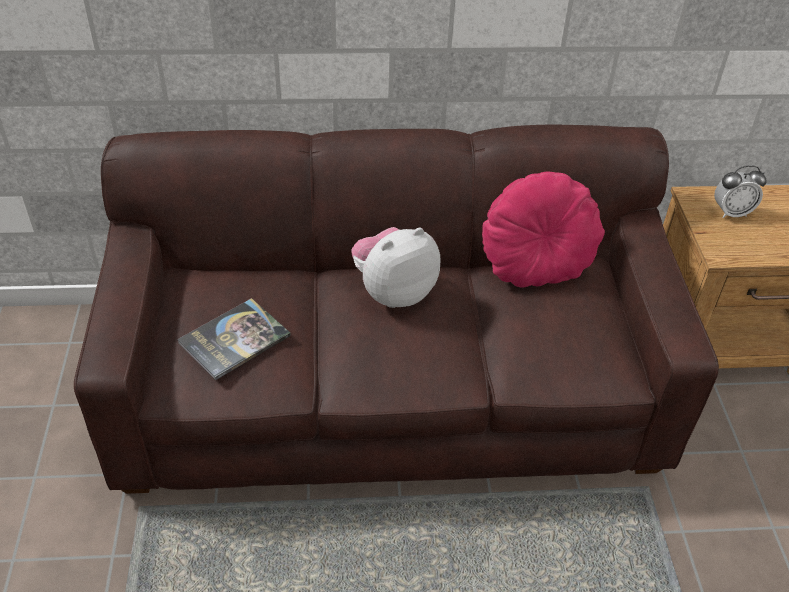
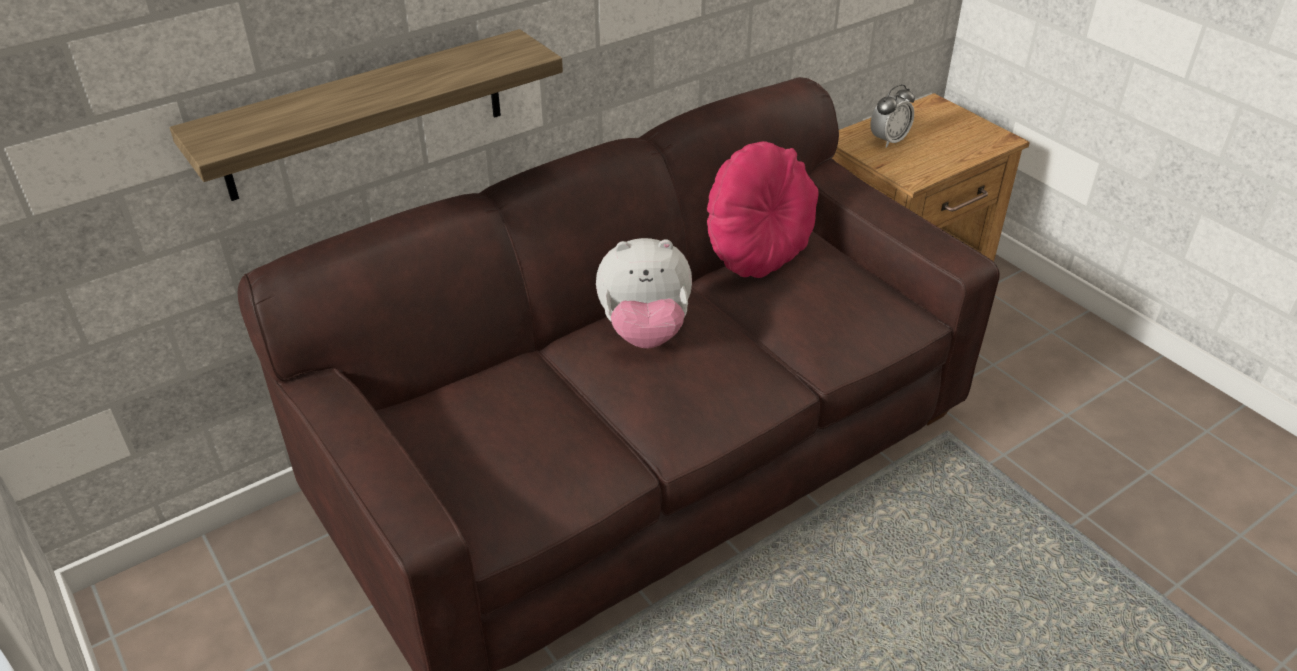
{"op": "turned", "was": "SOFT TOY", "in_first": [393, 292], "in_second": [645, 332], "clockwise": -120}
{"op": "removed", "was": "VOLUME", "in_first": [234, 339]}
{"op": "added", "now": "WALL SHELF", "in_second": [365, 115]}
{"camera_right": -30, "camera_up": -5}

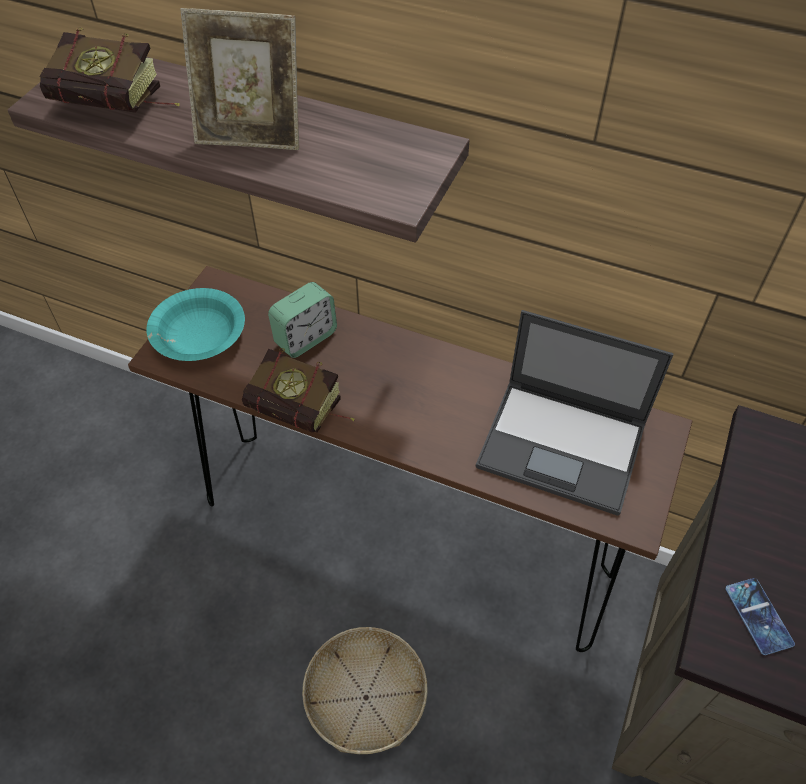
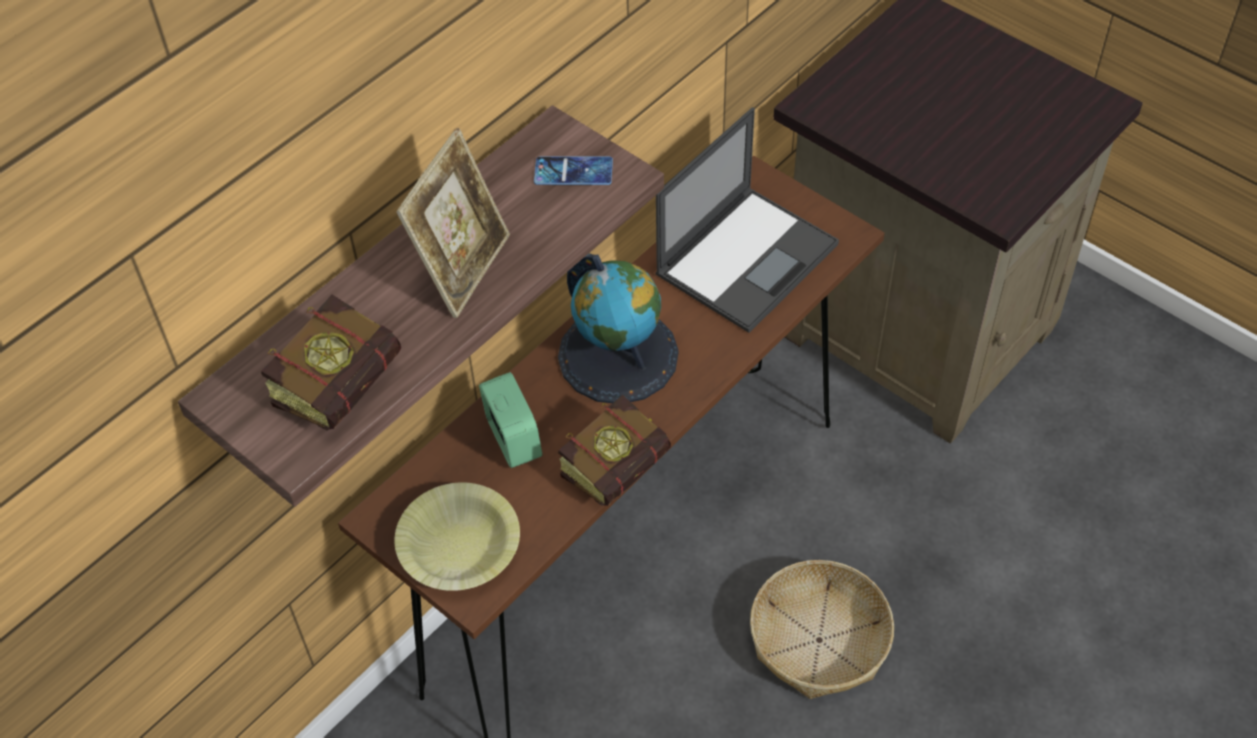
{"op": "recoloured", "was": "TURQUOISE BOWL", "now": "YELLOW-COLOURED BOWL", "in_first": [199, 335], "in_second": [459, 548]}
{"op": "moved", "was": "PHONE", "in_first": [758, 616], "in_second": [573, 171]}
{"op": "added", "now": "WORLD GLOBE", "in_second": [618, 355]}
{"camera_right": -70, "camera_up": 0}

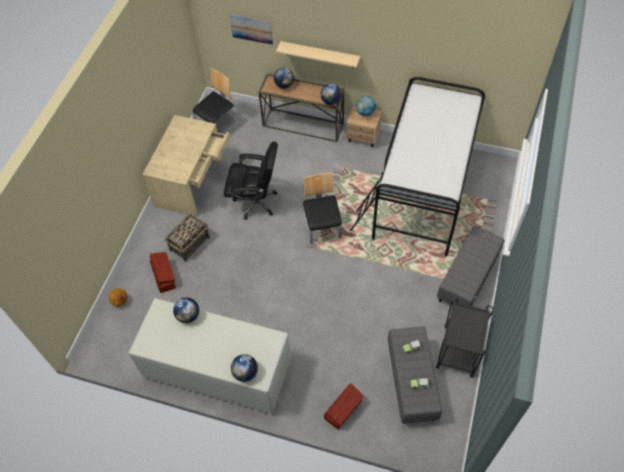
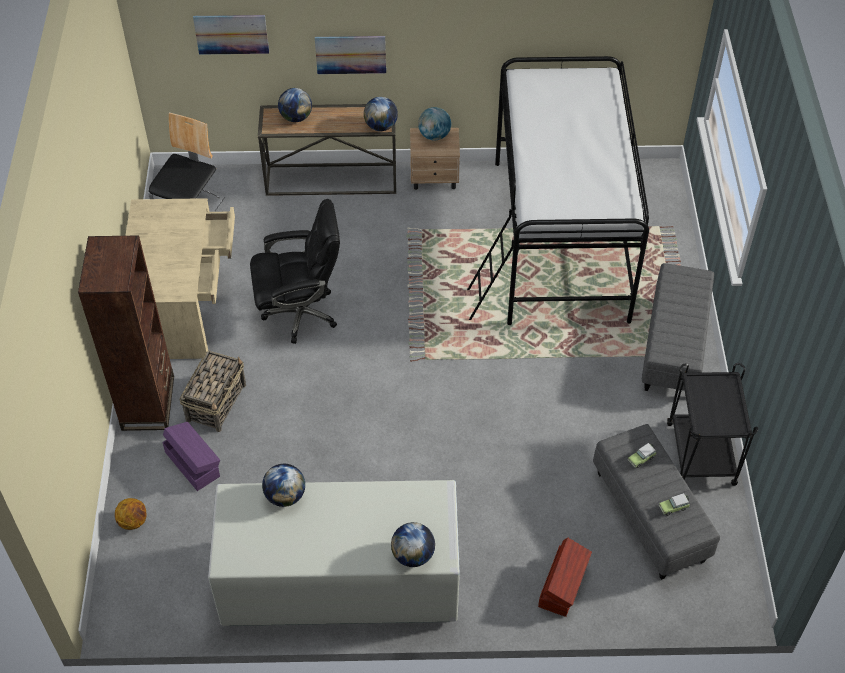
{"op": "replaced", "was": "SAND-COLOURED WALL SHELF", "now": "WALL ART", "in_first": [320, 54], "in_second": [350, 54]}
{"op": "removed", "was": "PLAIN CHAIR", "in_first": [322, 227]}
{"op": "recoloured", "was": "BROWN STORAGE BIN", "now": "PURPLISH STORAGE BIN", "in_first": [164, 276], "in_second": [193, 463]}
{"op": "added", "now": "BROWN BOOKSHELF", "in_second": [148, 402]}
{"camera_right": -20, "camera_up": -5}

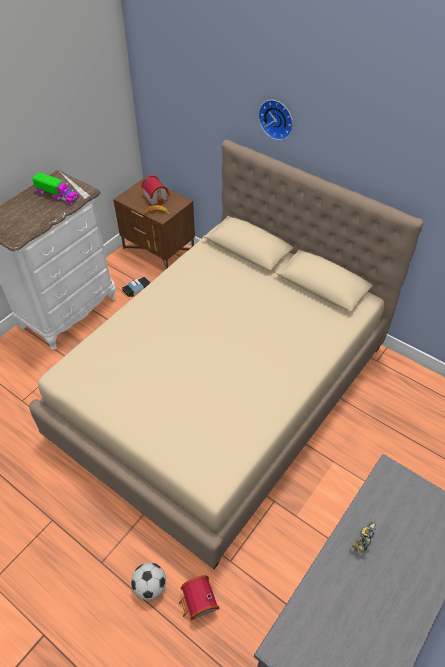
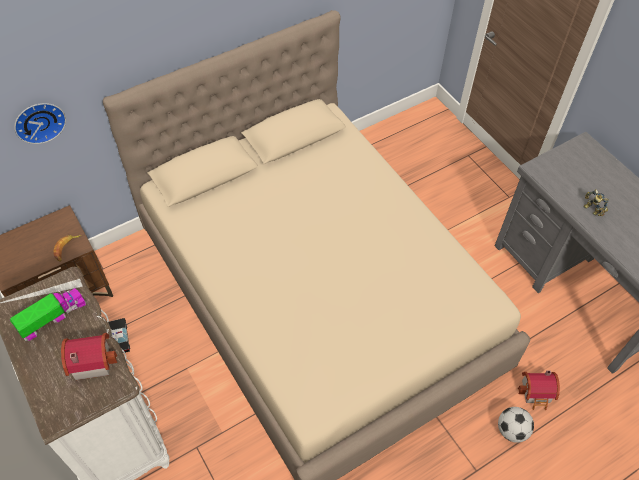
{"op": "moved", "was": "WALL CLOCK", "in_first": [277, 118], "in_second": [39, 121]}
{"op": "moved", "was": "MINIATURE HOUSE", "in_first": [157, 197], "in_second": [91, 360]}
{"camera_right": -70, "camera_up": 5}

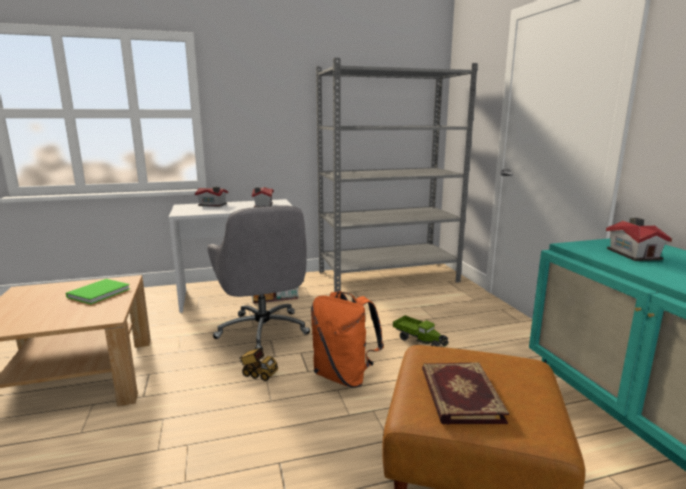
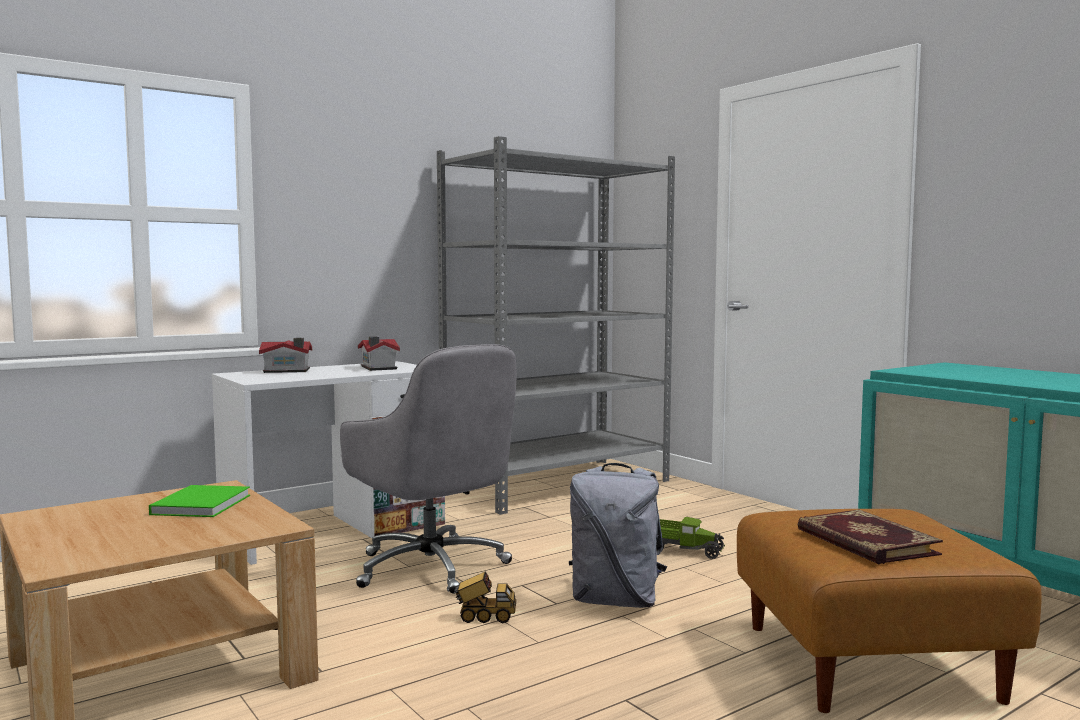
{"op": "removed", "was": "MINIATURE HOUSE", "in_first": [634, 254]}
{"op": "recoloured", "was": "ORANGE BACKPACK", "now": "GREY BACKPACK", "in_first": [344, 376], "in_second": [616, 601]}
{"camera_right": -20, "camera_up": -10}

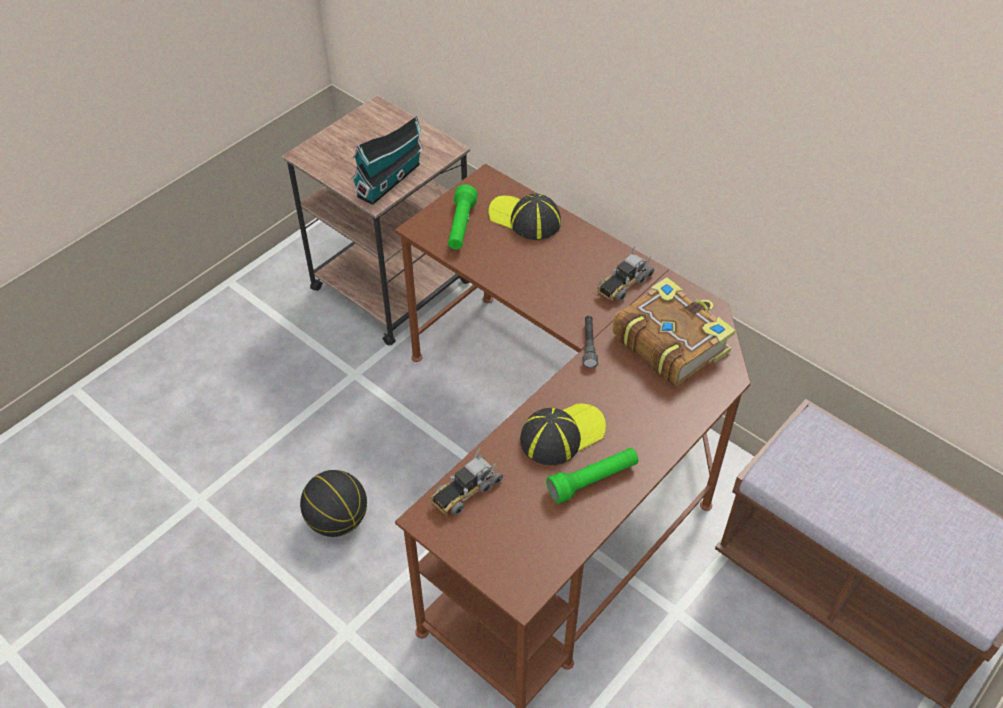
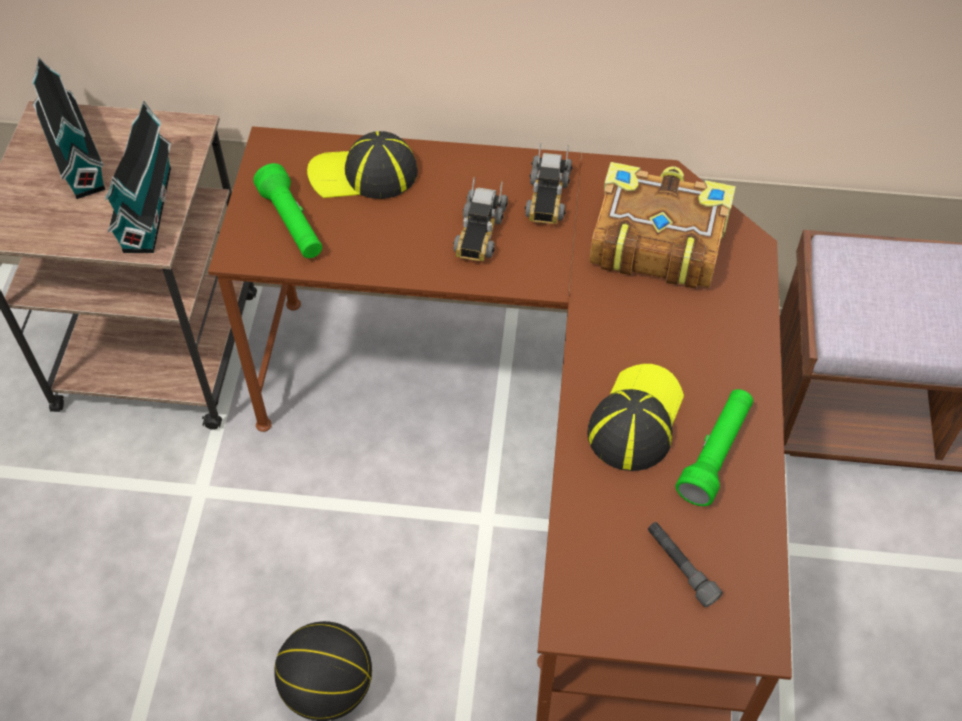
{"op": "moved", "was": "GREY FLASHLIGHT", "in_first": [589, 345], "in_second": [680, 567]}
{"op": "moved", "was": "TOY LORRY", "in_first": [465, 490], "in_second": [479, 232]}
{"op": "added", "now": "MINIATURE HOUSE", "in_second": [75, 154]}
{"camera_right": -35, "camera_up": 5}

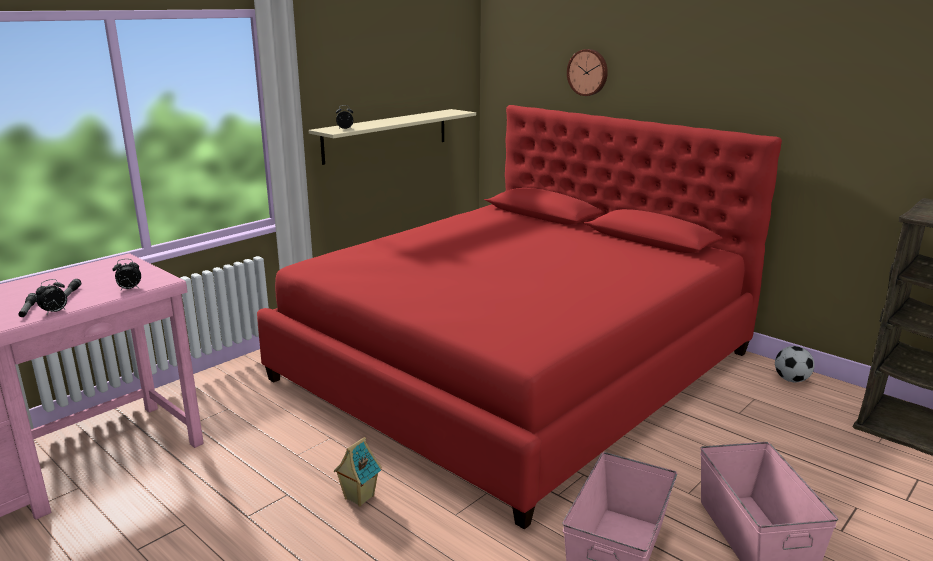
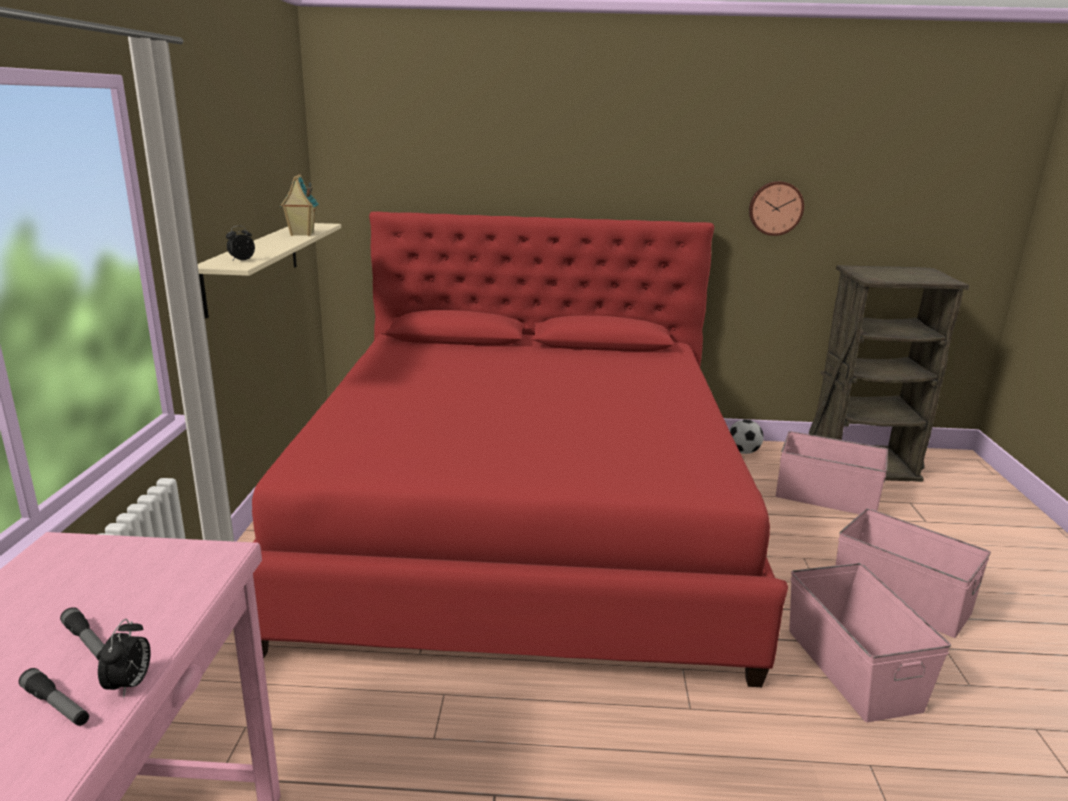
{"op": "moved", "was": "WALL CLOCK", "in_first": [588, 72], "in_second": [775, 208]}
{"op": "removed", "was": "ALARM CLOCK", "in_first": [129, 289]}
{"op": "moved", "was": "MINIATURE HOUSE", "in_first": [358, 497], "in_second": [301, 234]}
{"op": "added", "now": "PINK STORAGE BIN", "in_second": [826, 497]}
{"camera_right": -40, "camera_up": 0}

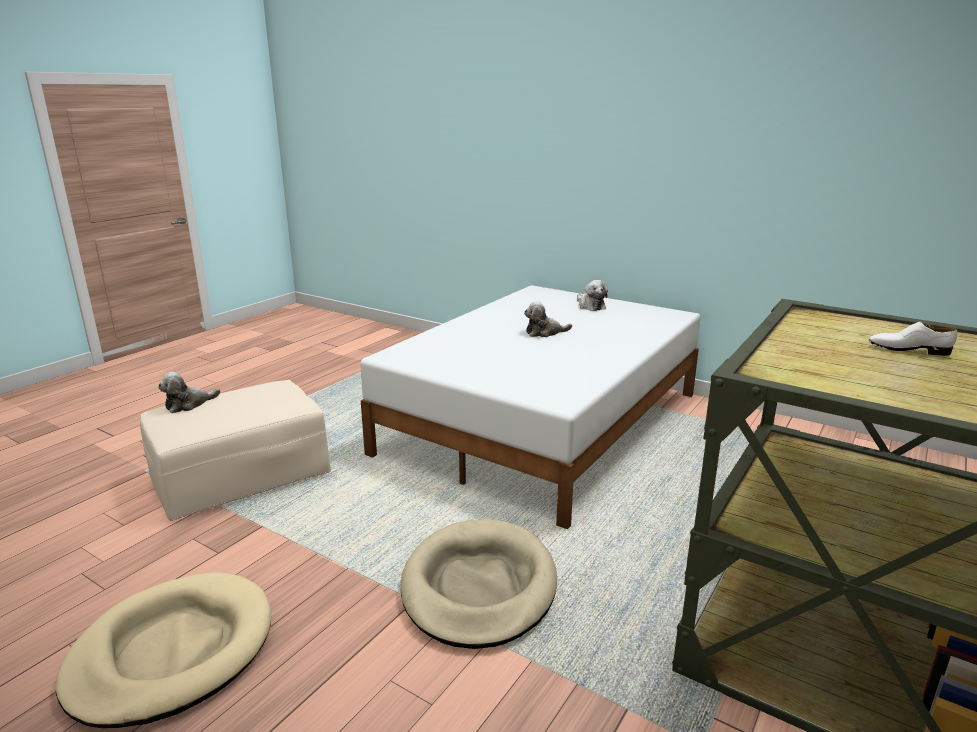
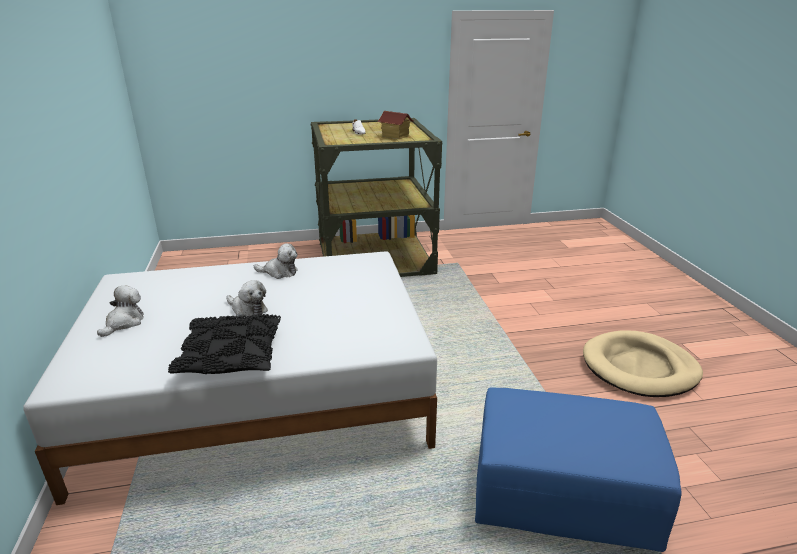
{"op": "moved", "was": "SOFT TOY", "in_first": [188, 404], "in_second": [279, 272]}
{"op": "recoloured", "was": "SAND-COLOURED OTTOMAN", "now": "BLUISH OTTOMAN", "in_first": [241, 475], "in_second": [562, 492]}
{"op": "removed", "was": "SAND-COLOURED PET BED", "in_first": [479, 587]}
{"op": "added", "now": "MINIATURE HOUSE", "in_second": [395, 136]}
{"op": "added", "now": "BLACK-COLOURED PILLOW", "in_second": [231, 356]}
{"camera_right": -135, "camera_up": 5}

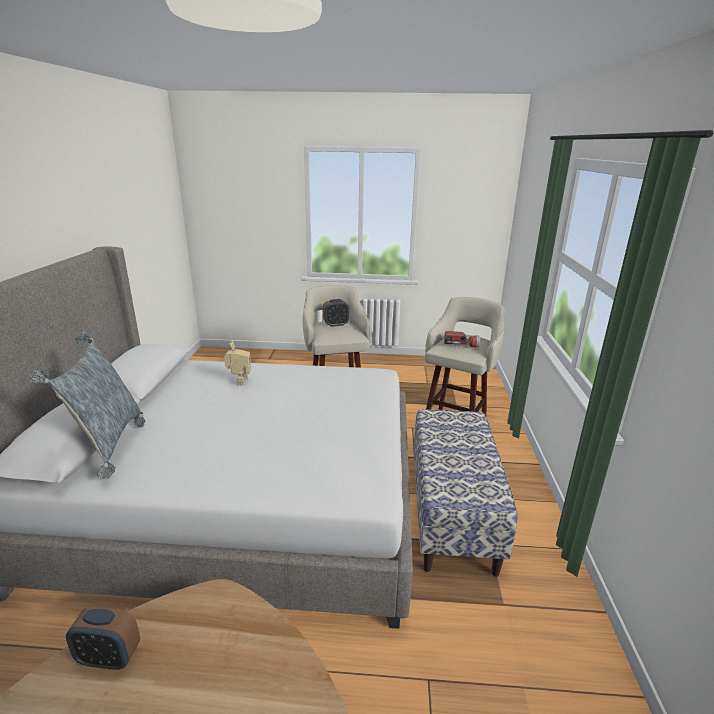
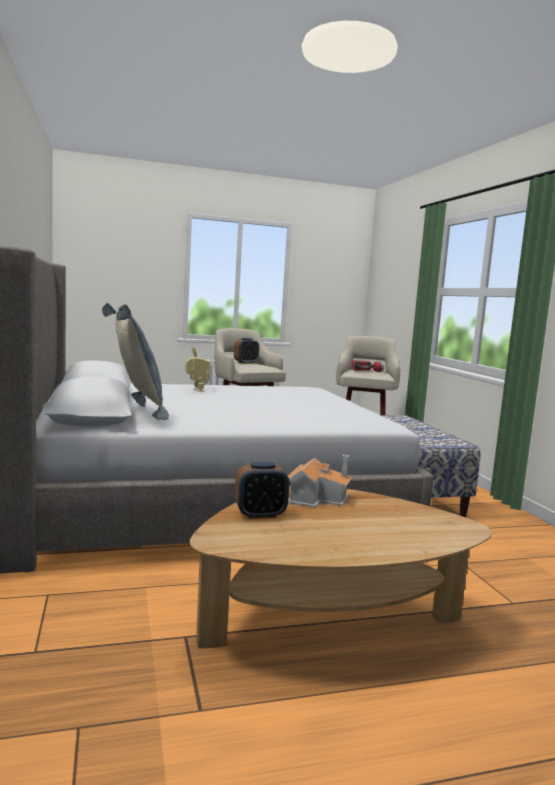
{"op": "added", "now": "MINIATURE HOUSE", "in_second": [317, 497]}
{"camera_right": -20, "camera_up": -15}

